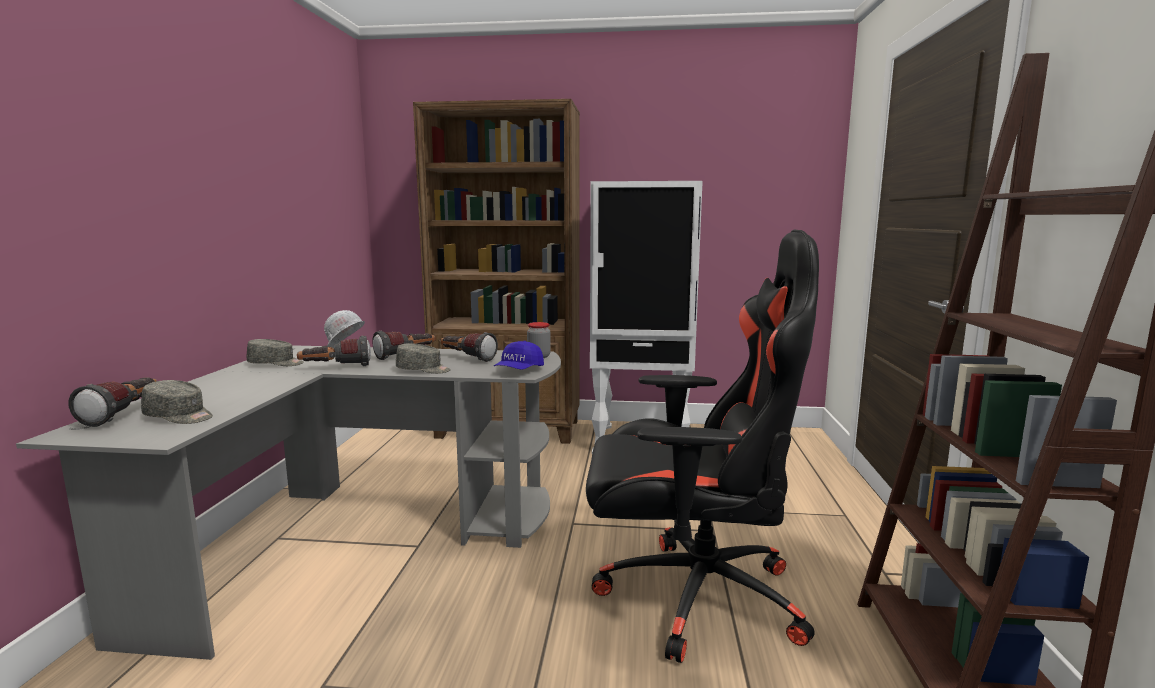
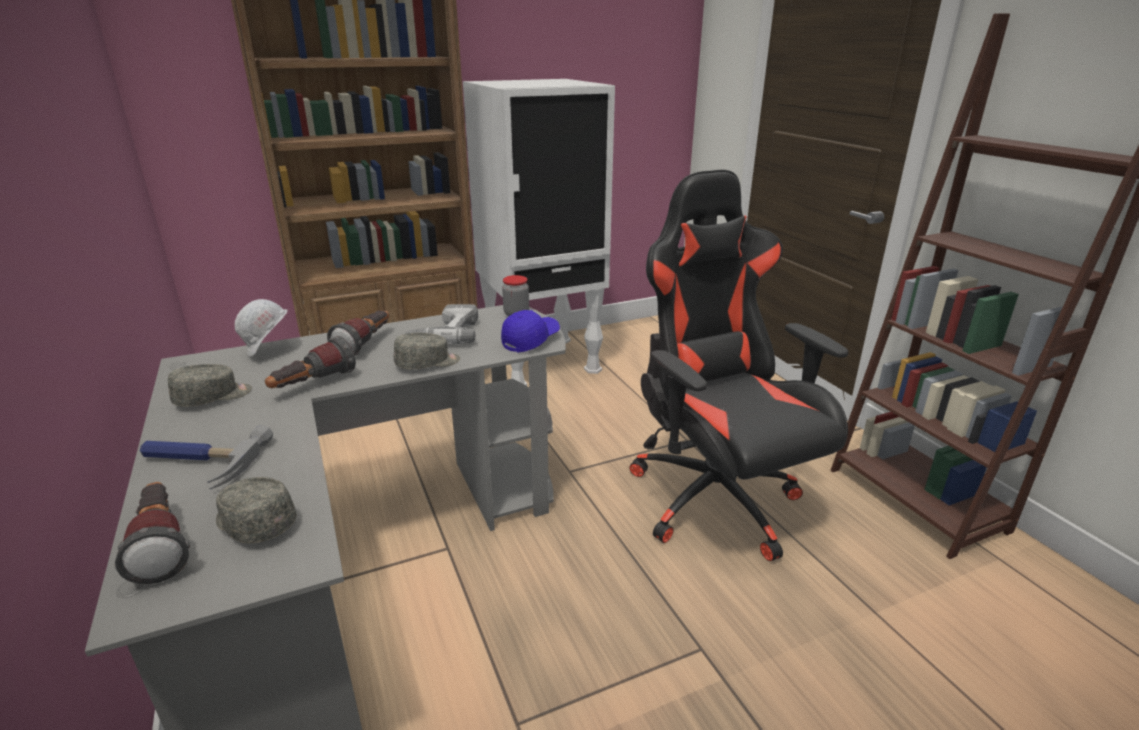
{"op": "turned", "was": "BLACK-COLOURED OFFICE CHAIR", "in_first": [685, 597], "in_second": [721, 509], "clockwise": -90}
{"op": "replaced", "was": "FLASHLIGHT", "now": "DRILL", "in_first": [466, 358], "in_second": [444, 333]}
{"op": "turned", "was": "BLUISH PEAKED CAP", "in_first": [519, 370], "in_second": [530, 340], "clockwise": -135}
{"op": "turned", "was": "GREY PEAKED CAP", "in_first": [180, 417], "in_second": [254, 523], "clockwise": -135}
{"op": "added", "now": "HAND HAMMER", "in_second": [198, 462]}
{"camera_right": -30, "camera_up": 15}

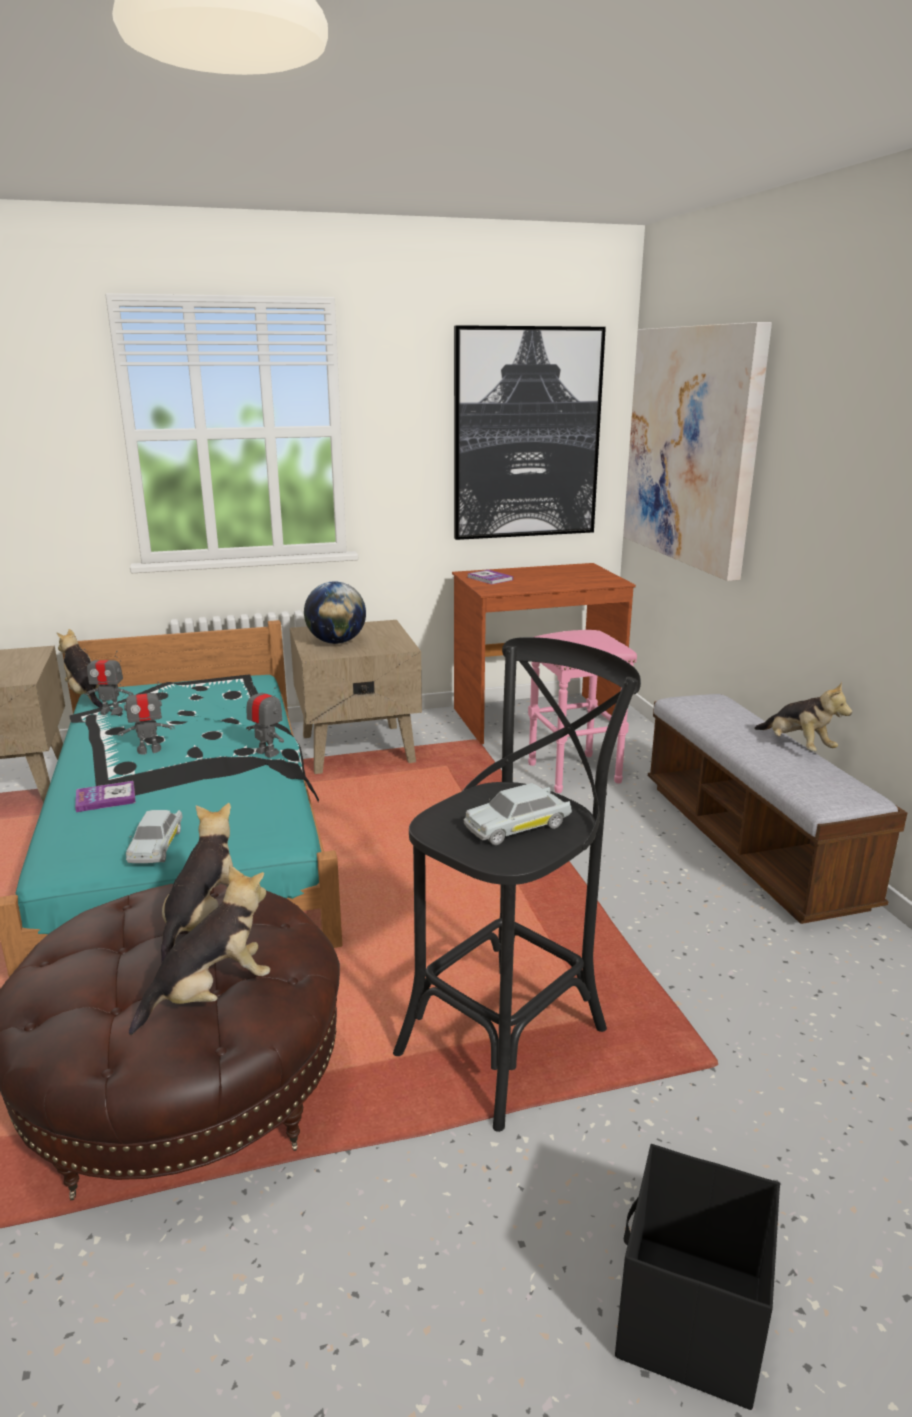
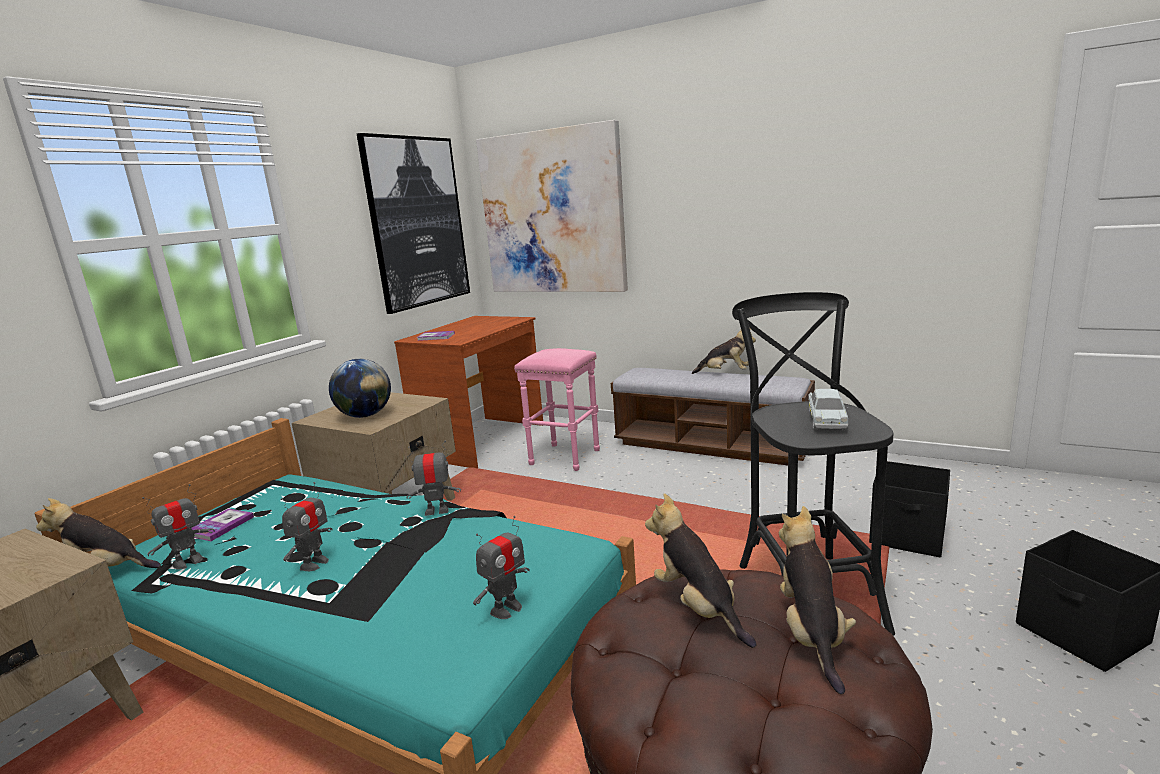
{"op": "moved", "was": "VOLUME", "in_first": [106, 798], "in_second": [220, 526]}
{"op": "replaced", "was": "WHITE MODEL CAR", "now": "MODEL ROBOT", "in_first": [156, 846], "in_second": [506, 609]}
{"op": "added", "now": "BLACK-COLOURED STORAGE BIN", "in_second": [908, 537]}
{"camera_right": -45, "camera_up": -5}

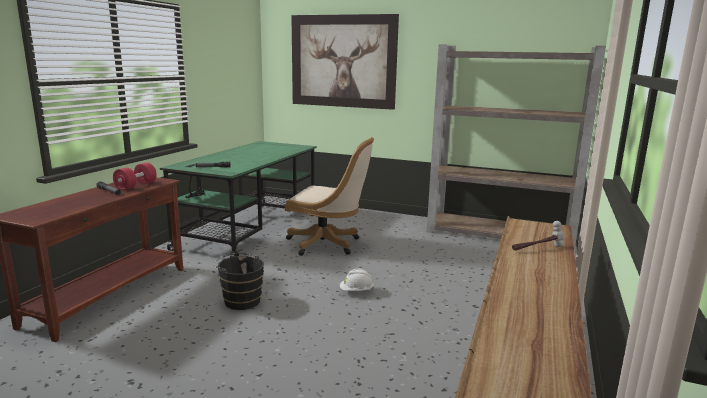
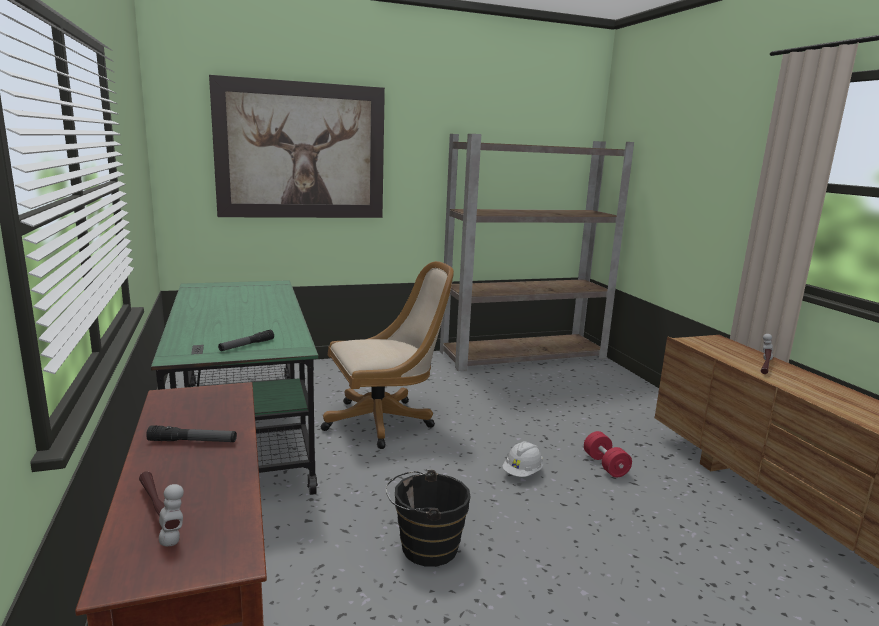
{"op": "moved", "was": "RED DUMBBELL", "in_first": [136, 186], "in_second": [605, 465]}
{"op": "added", "now": "HAND HAMMER", "in_second": [160, 514]}
{"camera_right": -40, "camera_up": 0}

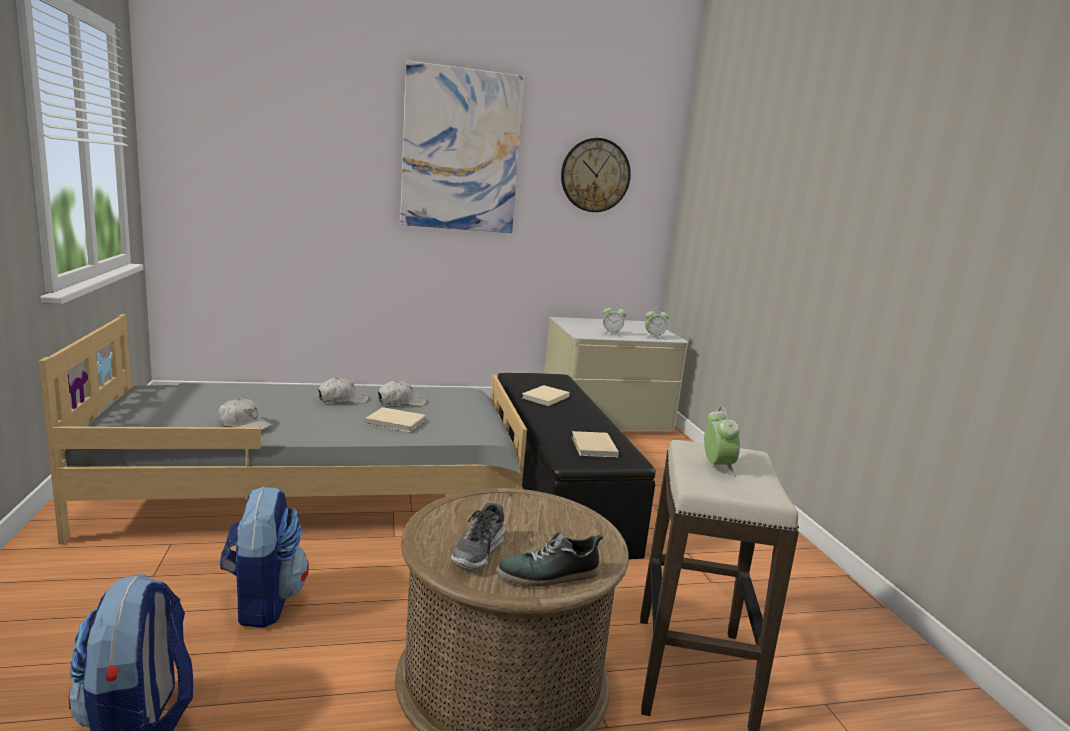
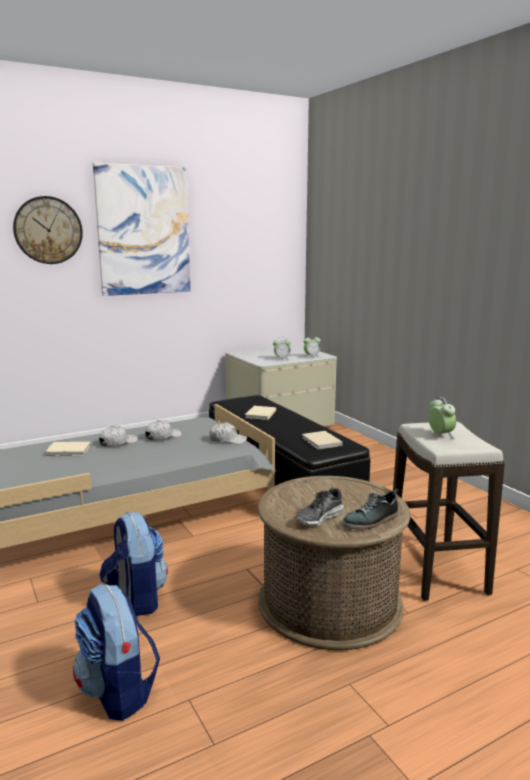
{"op": "moved", "was": "WALL CLOCK", "in_first": [595, 175], "in_second": [48, 230]}
{"op": "moved", "was": "WHITE PEAKED CAP", "in_first": [244, 425], "in_second": [227, 440]}
{"op": "moved", "was": "SAND-COLOURED VOLUME", "in_first": [397, 422], "in_second": [69, 451]}
{"op": "turned", "was": "SHOE", "in_first": [479, 551], "in_second": [320, 517], "clockwise": 45}
{"camera_right": -15, "camera_up": 0}

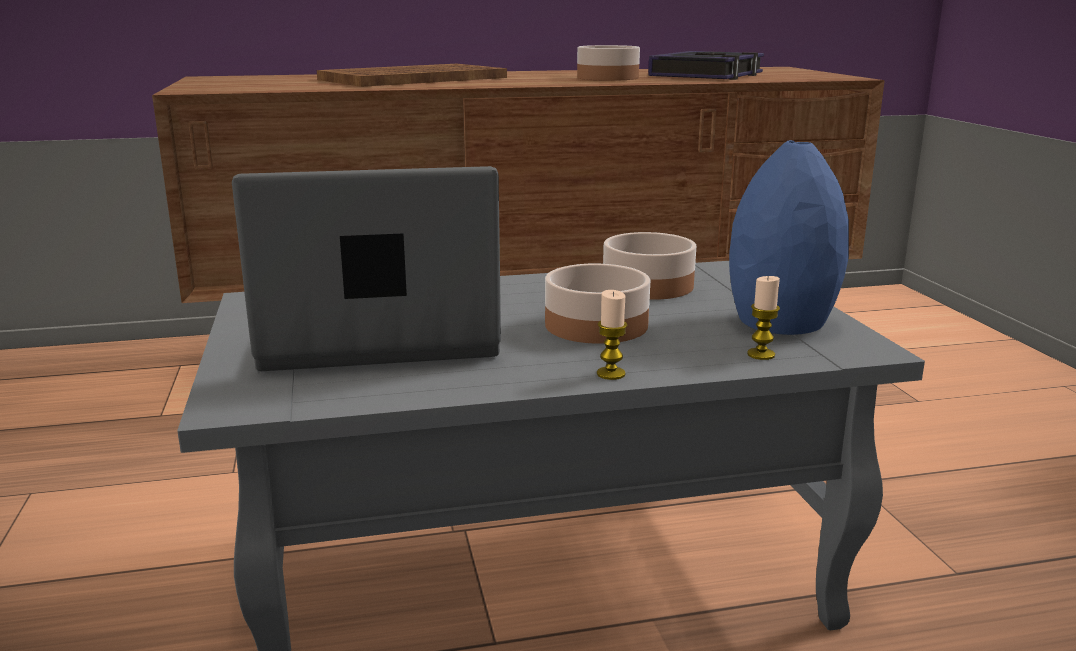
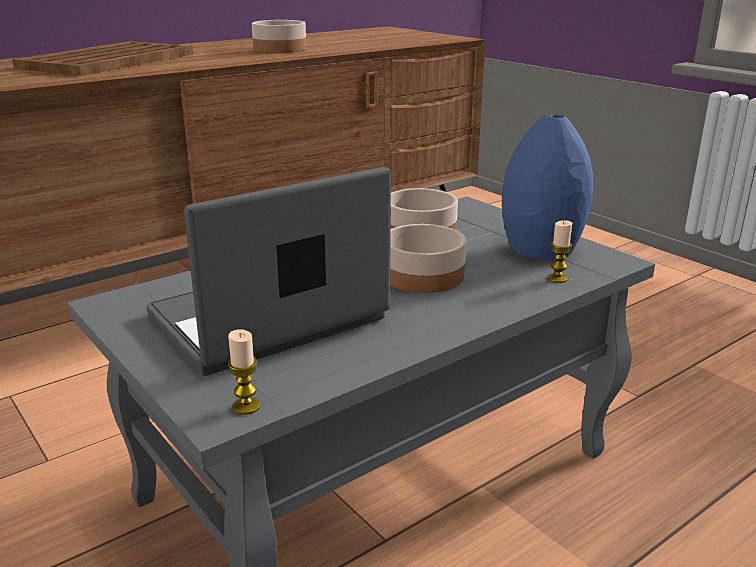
{"op": "removed", "was": "VOLUME", "in_first": [707, 75]}
{"op": "moved", "was": "WAX LIGHT", "in_first": [611, 374], "in_second": [246, 406]}
{"camera_right": -25, "camera_up": 5}

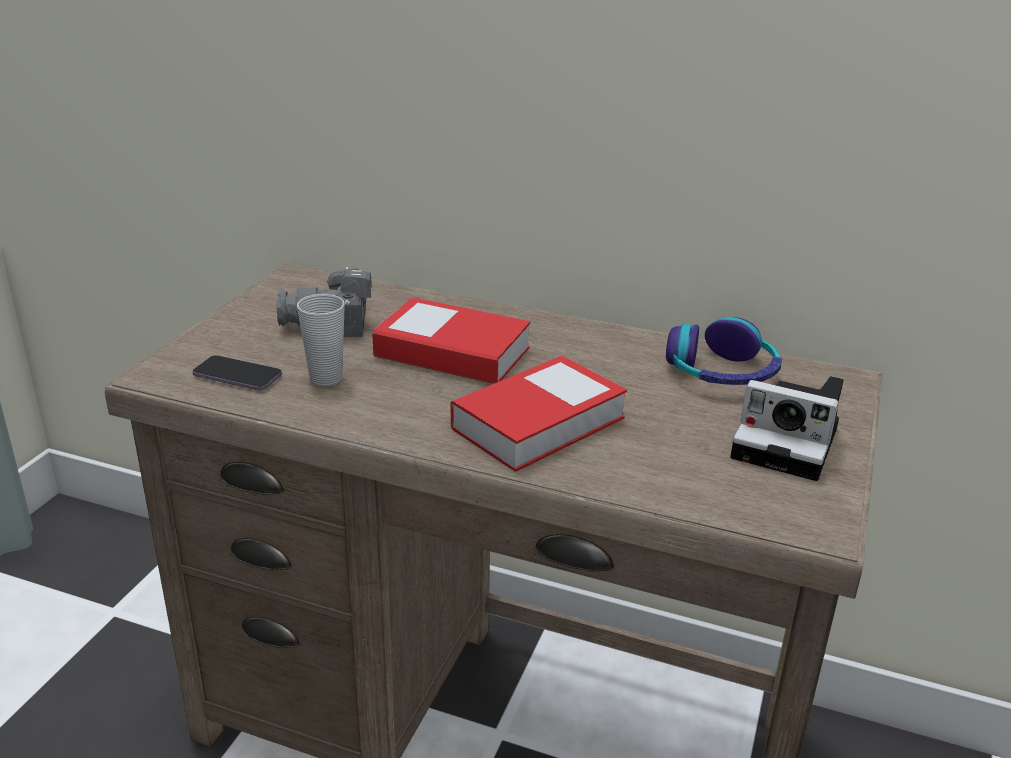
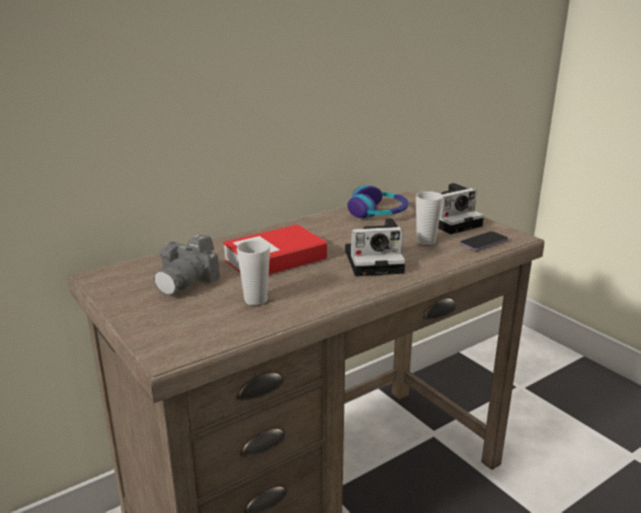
{"op": "moved", "was": "PHONE", "in_first": [237, 376], "in_second": [483, 243]}
{"op": "replaced", "was": "VOLUME", "now": "PHOTO CAMERA", "in_first": [538, 423], "in_second": [376, 261]}
{"op": "added", "now": "SMALL CUP", "in_second": [426, 241]}
{"camera_right": -55, "camera_up": -5}

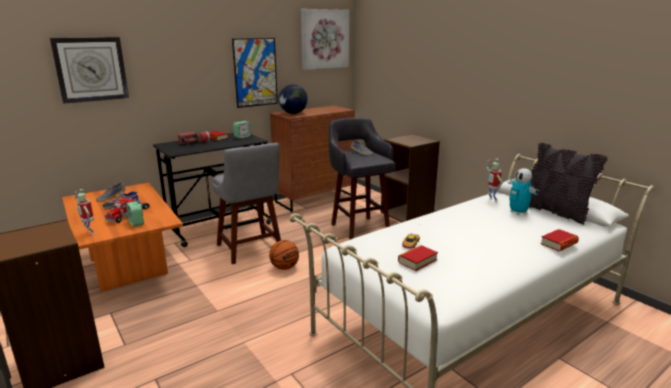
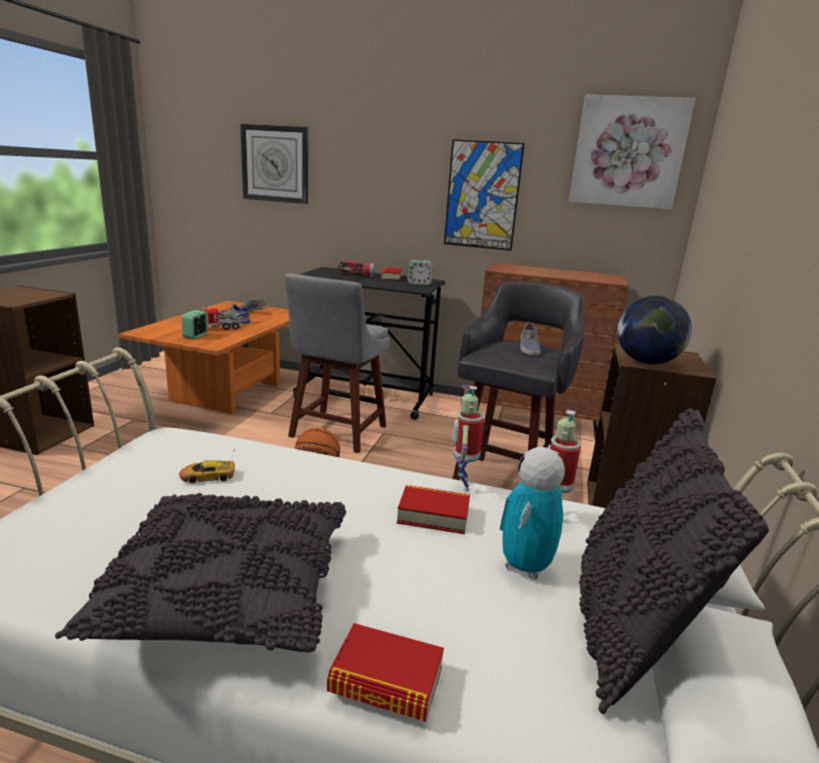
{"op": "moved", "was": "WORLD GLOBE", "in_first": [293, 113], "in_second": [646, 362]}
{"op": "moved", "was": "MODEL ROBOT", "in_first": [89, 233], "in_second": [462, 484]}
{"op": "moved", "was": "VOLUME", "in_first": [417, 261], "in_second": [433, 515]}
{"op": "added", "now": "BLACK-COLOURED PILLOW", "in_second": [228, 591]}
{"camera_right": 50, "camera_up": 0}

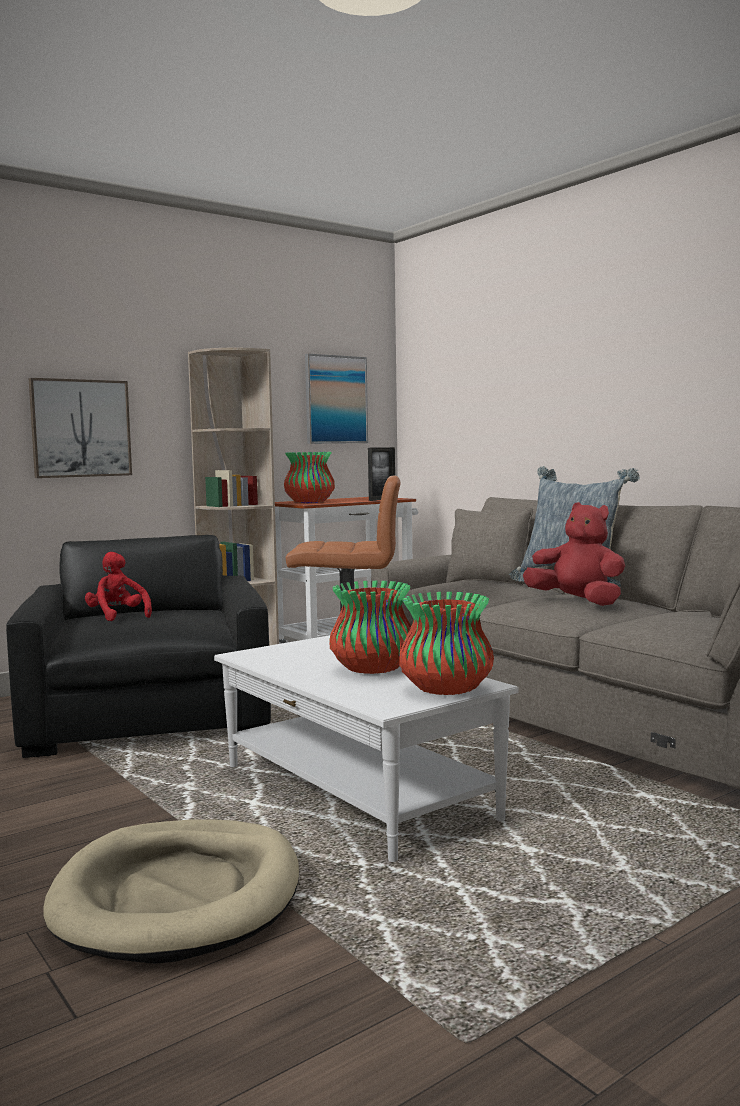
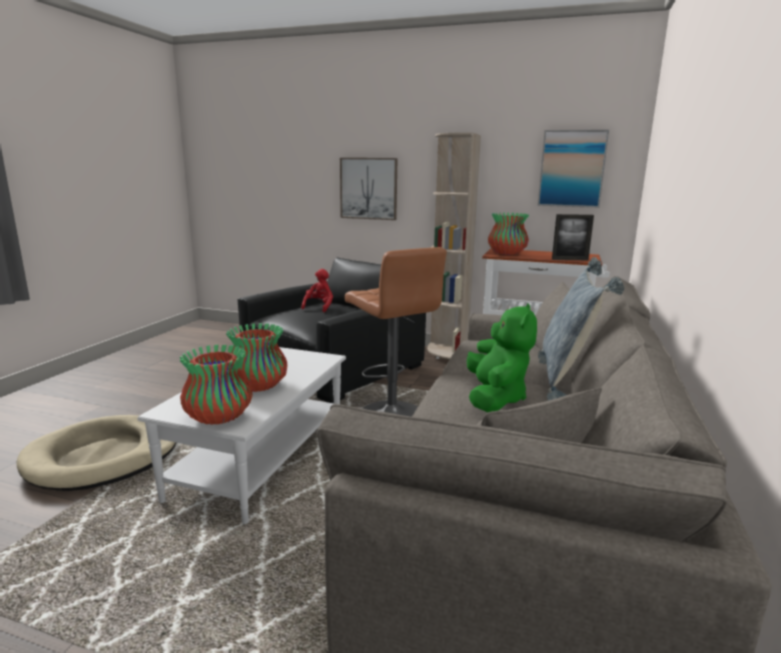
{"op": "recoloured", "was": "RED SOFT TOY", "now": "GREENISH SOFT TOY", "in_first": [577, 602], "in_second": [495, 398]}
{"camera_right": 55, "camera_up": 10}

